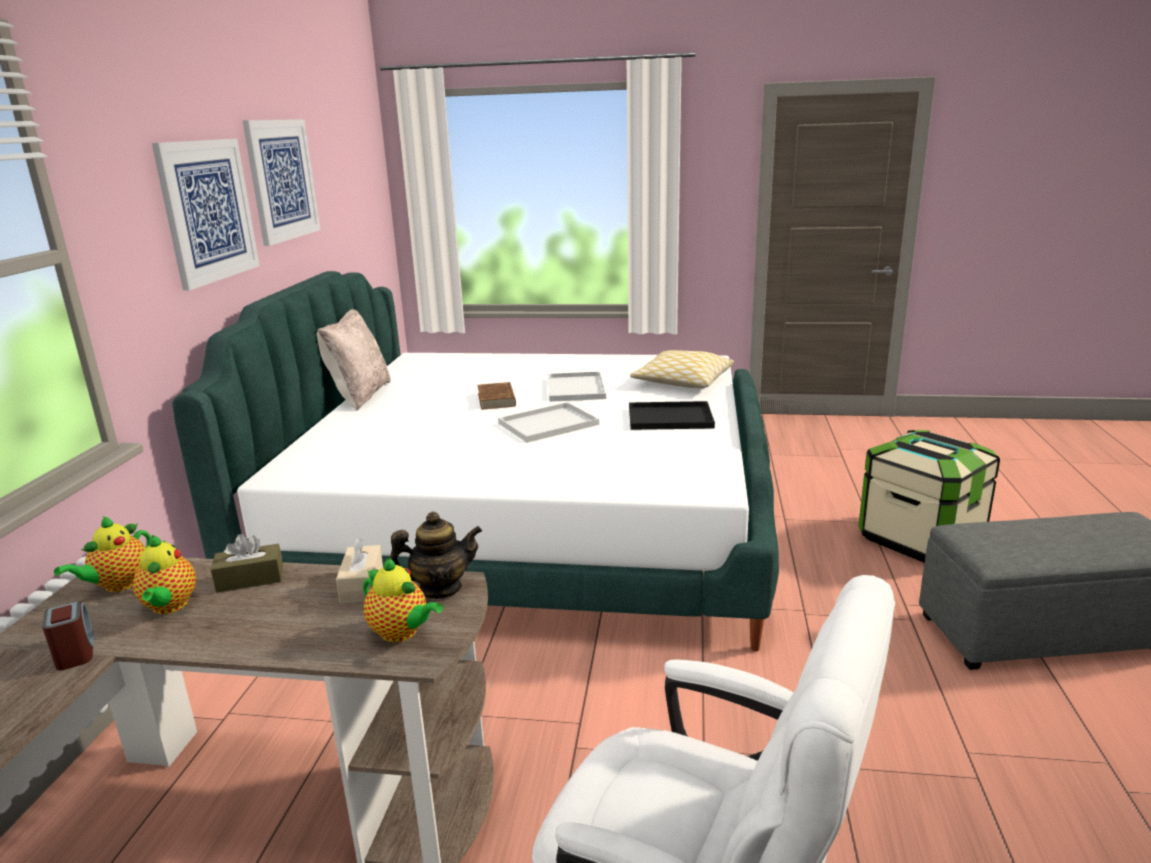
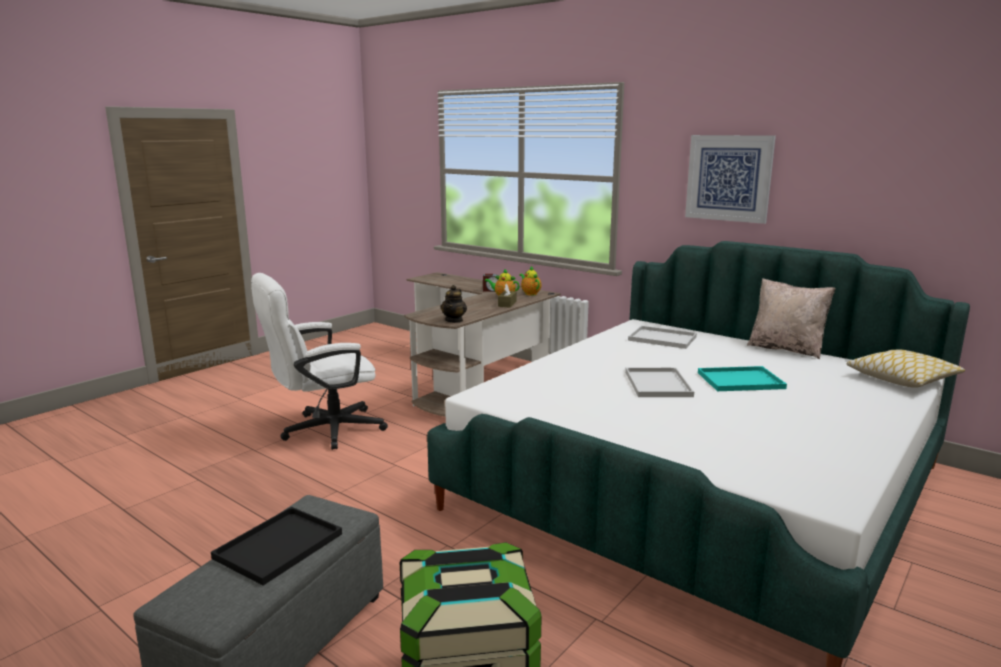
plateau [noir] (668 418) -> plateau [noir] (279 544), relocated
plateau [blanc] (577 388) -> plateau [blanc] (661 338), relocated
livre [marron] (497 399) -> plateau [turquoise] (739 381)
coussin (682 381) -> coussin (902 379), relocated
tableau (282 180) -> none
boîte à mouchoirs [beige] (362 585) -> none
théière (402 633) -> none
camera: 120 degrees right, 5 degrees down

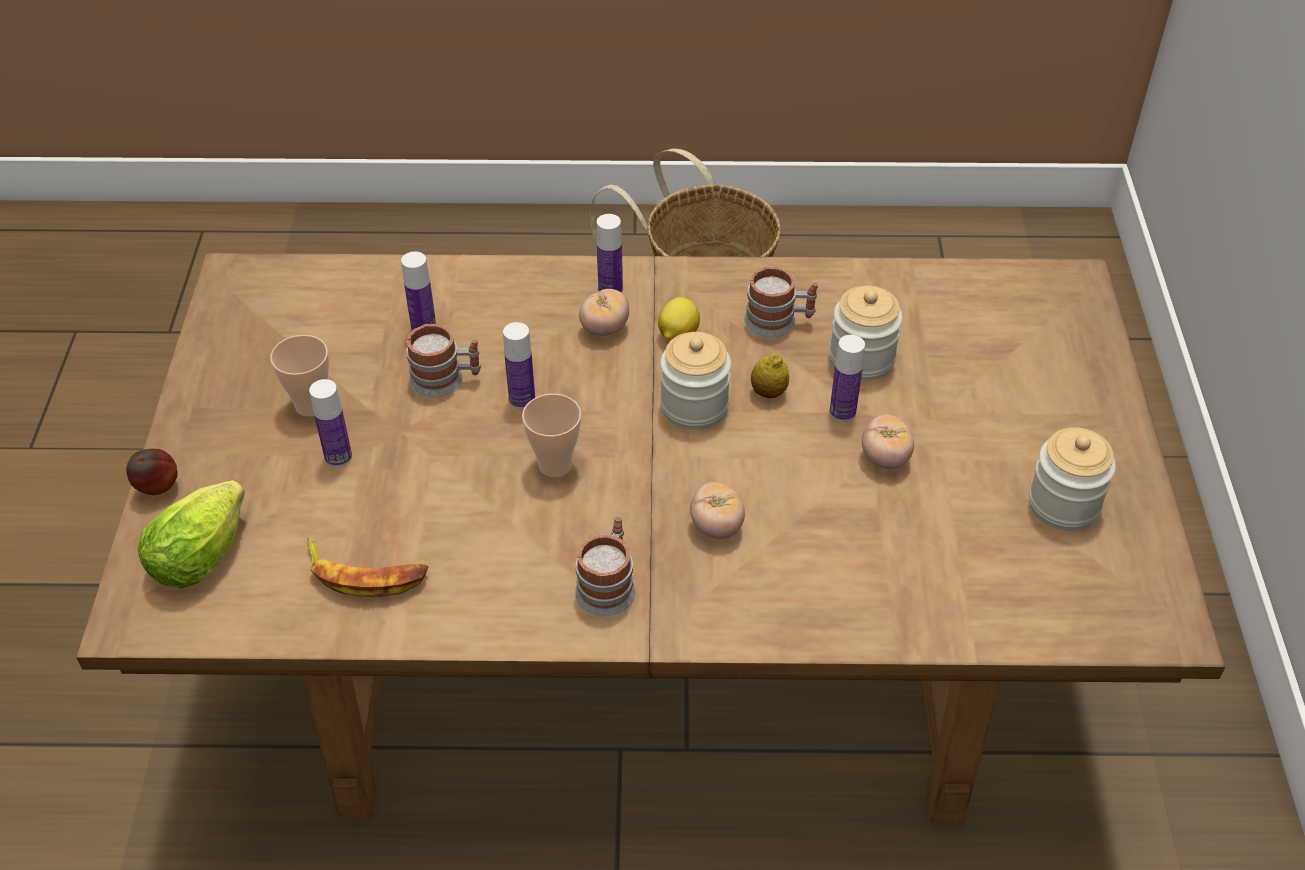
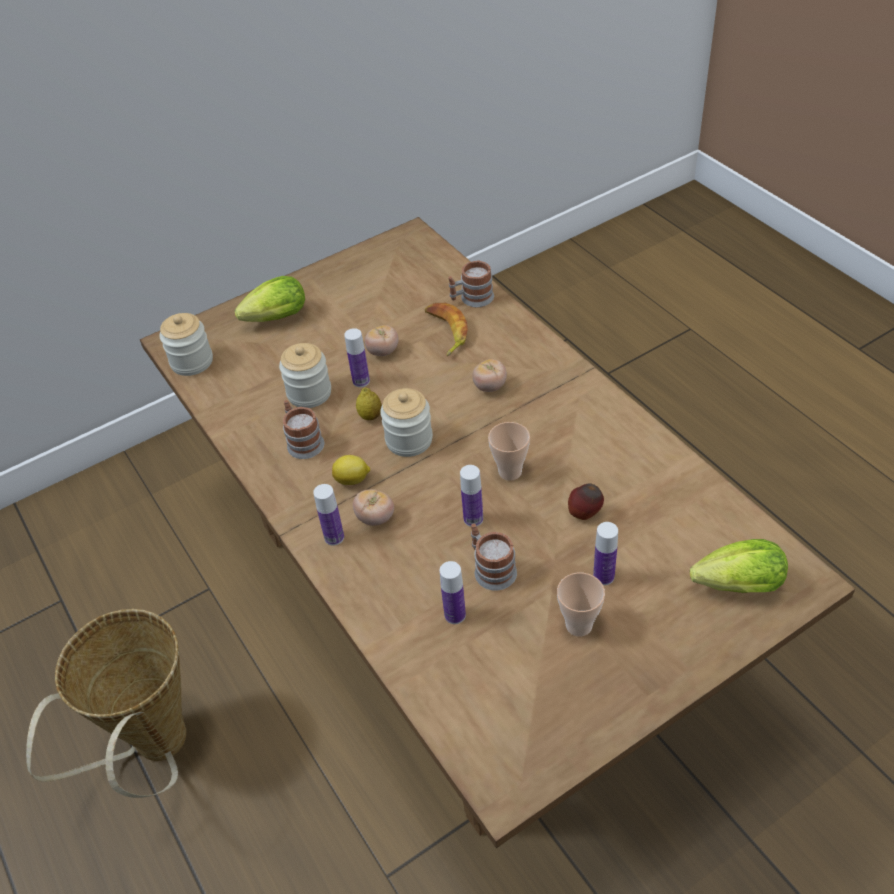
bocal (1063 504) -> bocal (192 362), relocated
none -> laitue (273 319)
banane (365 573) -> banane (445 332), relocated
mug (608 585) -> mug (471 299), relocated
pomme (158 489) -> pomme (585 514), relocated
camera: 120 degrees left, 0 degrees up

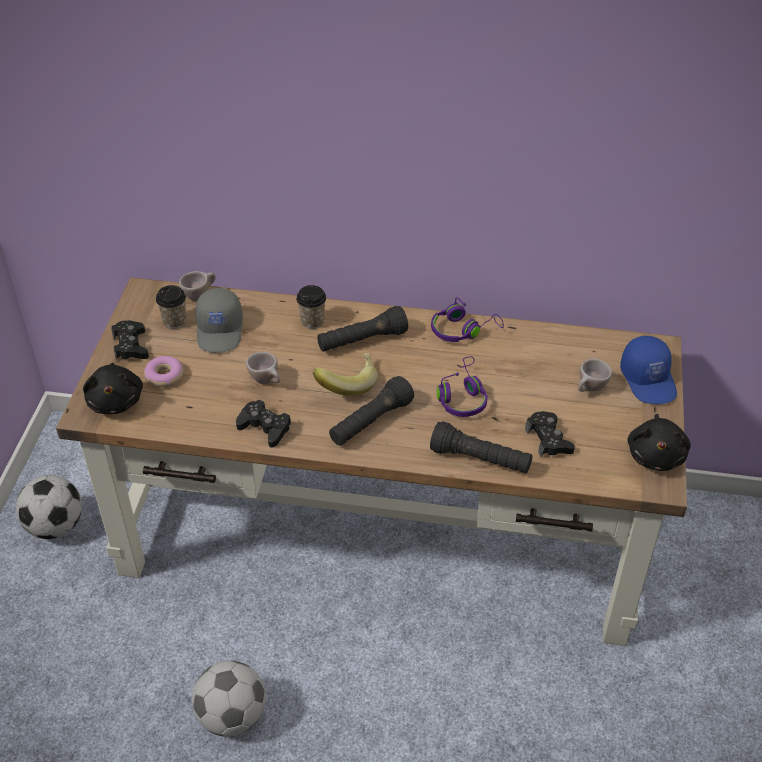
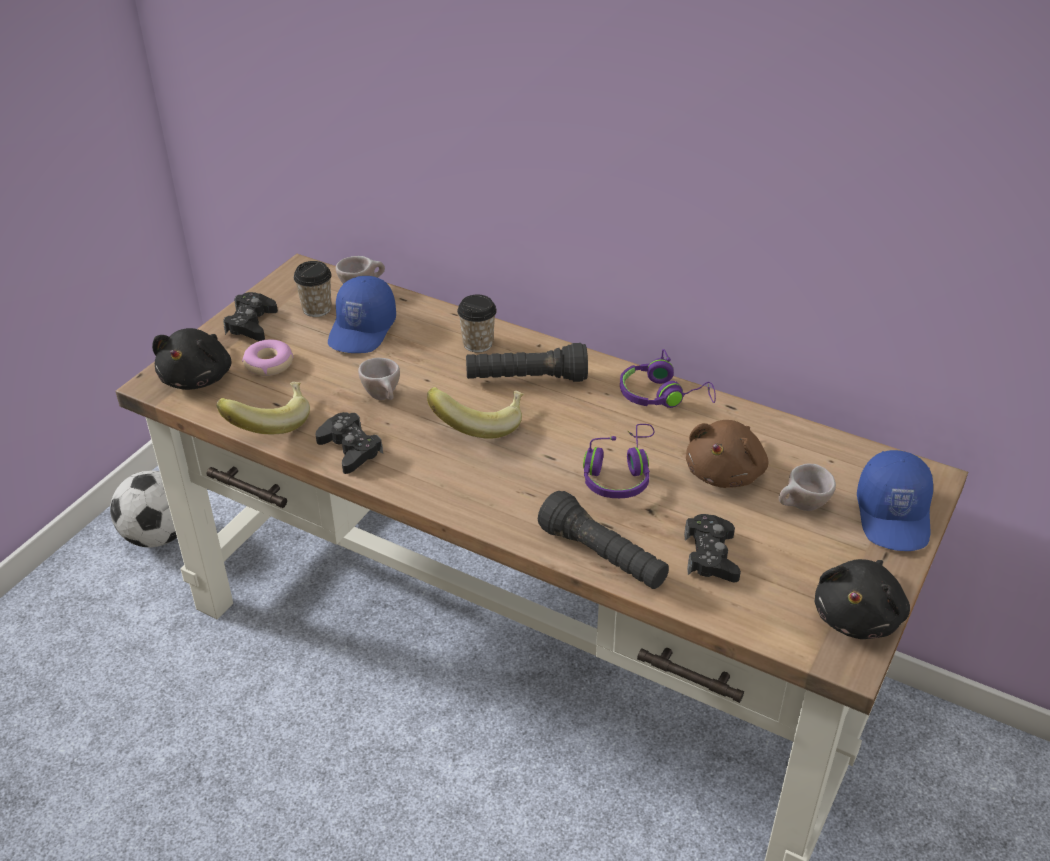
none -> banane (269 422)
casquette [gris] (220 330) -> casquette [bleu] (363 330)
none -> peluche [marron] (726 472)
ballon de foot (232 716) -> none
lampe de poche [noir] (370 422) -> none
camera: 20 degrees right, 5 degrees down

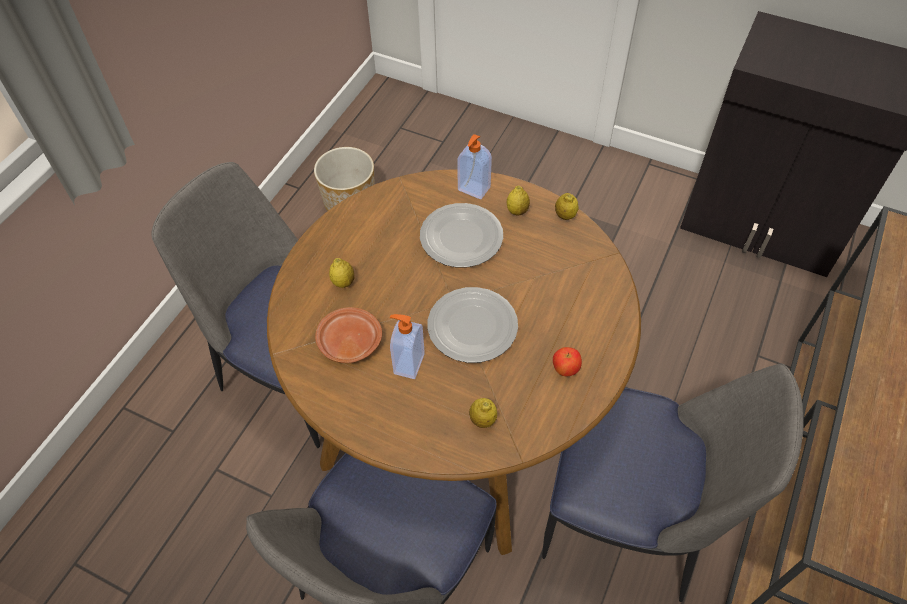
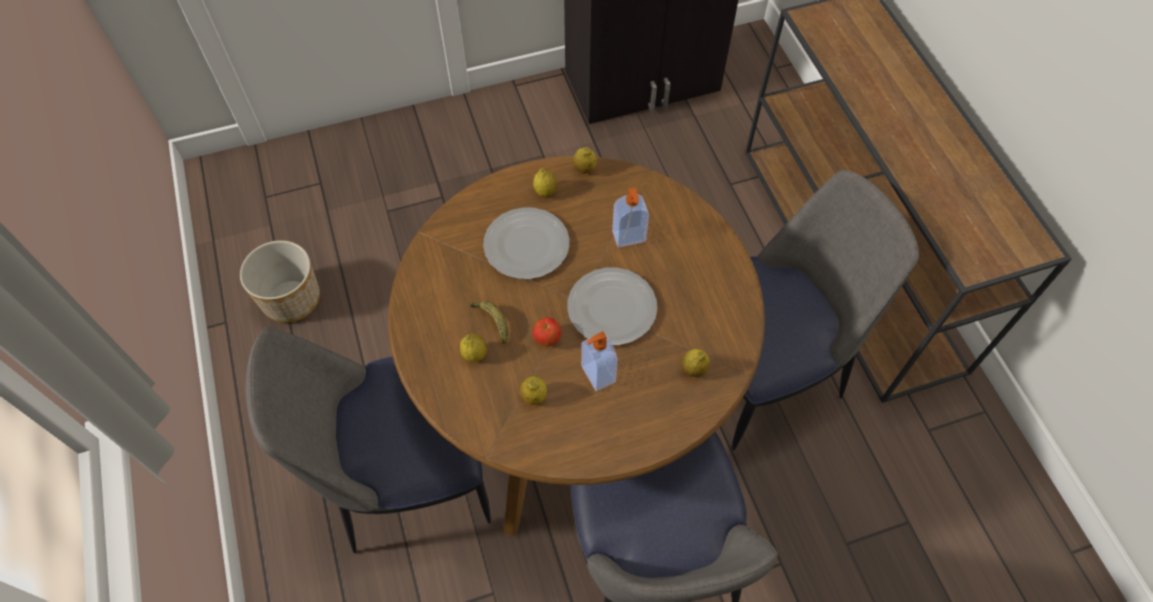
none -> banane (492 321)
assiette [marron] (349 341) -> citron (534 396)
pomme (565 369) -> pomme (547 339), relocated
distributeur de savon (473 189) -> distributeur de savon (629 237), relocated
camera: 45 degrees left, 5 degrees up

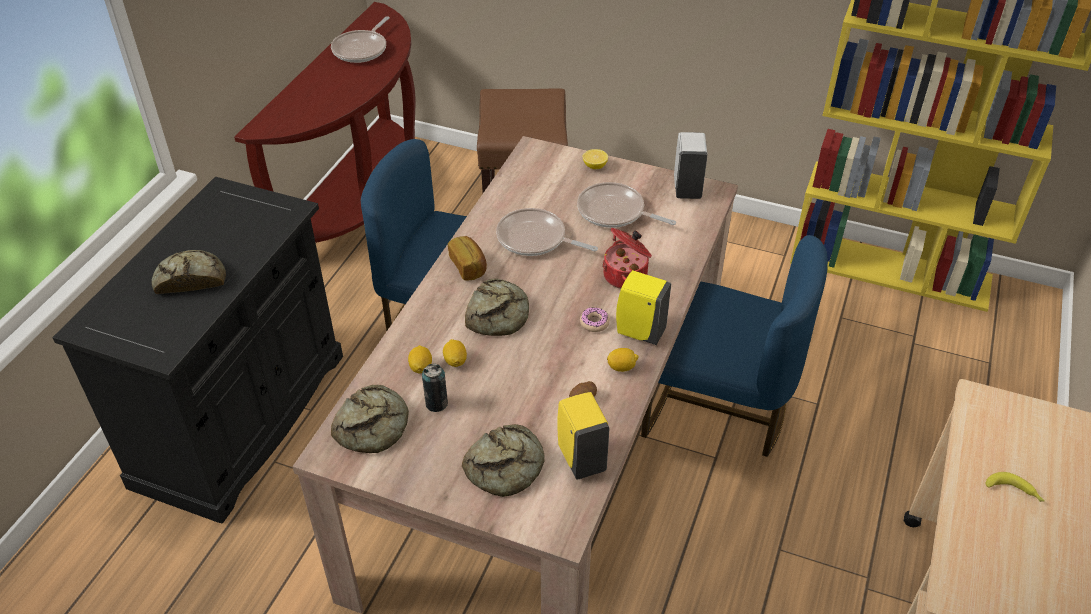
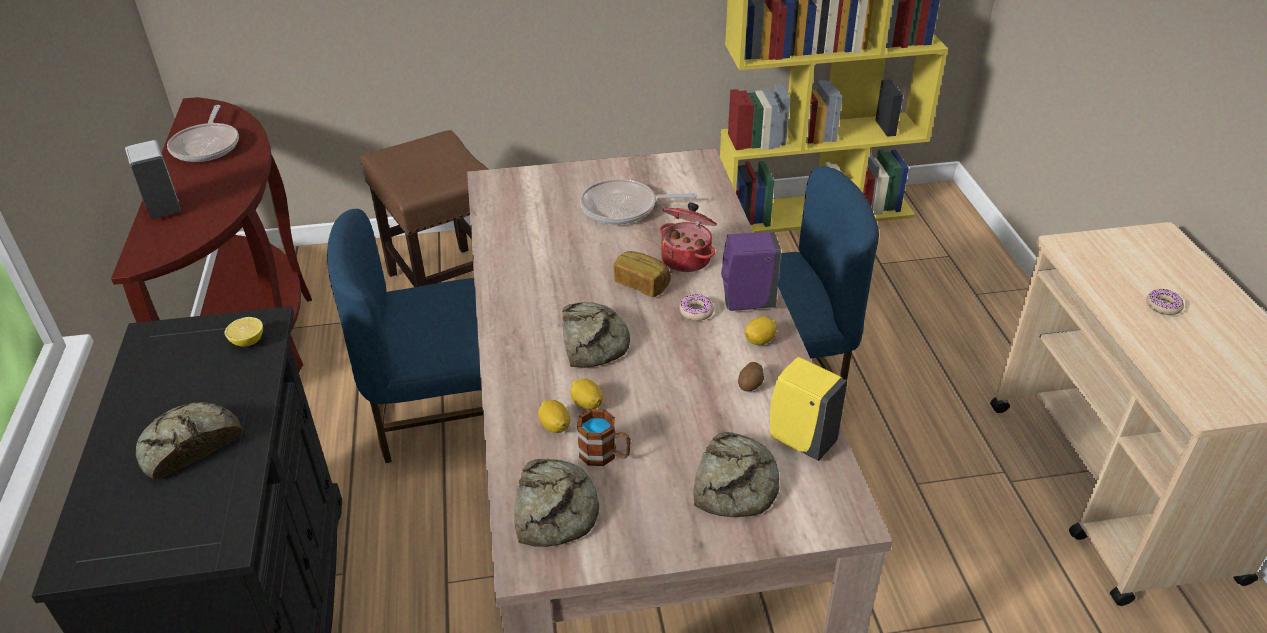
distributeur de savon [blanc] (687 188) -> distributeur de savon [blanc] (163 207), relocated
citron (595 166) -> citron (248 341), relocated
boîte métallique (436 403) -> mug (605 455)
pain (469 266) -> pain (642 284), relocated
distributeur de savon [jaune] (638 332) -> distributeur de savon [violet] (745 303)
banane (1014 492) -> beignet (1163 306)
poêle (535 239) -> none
camera: 30 degrees left, 5 degrees down

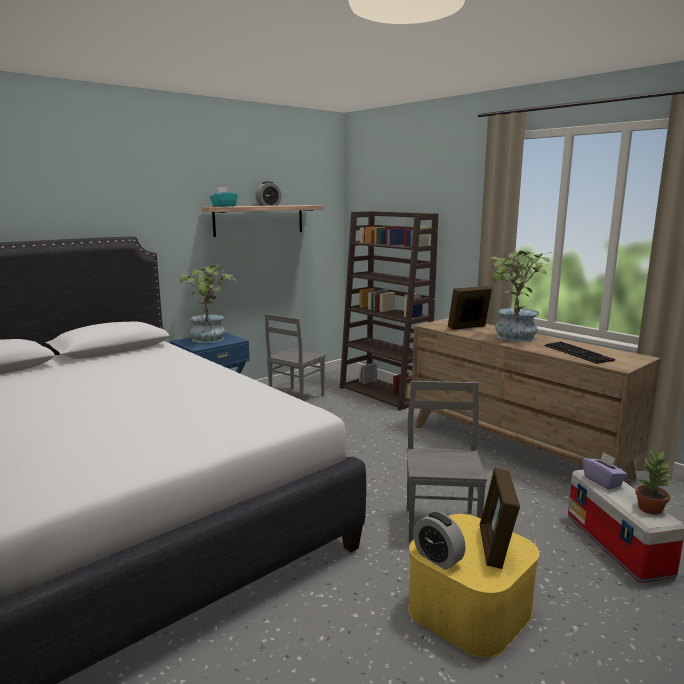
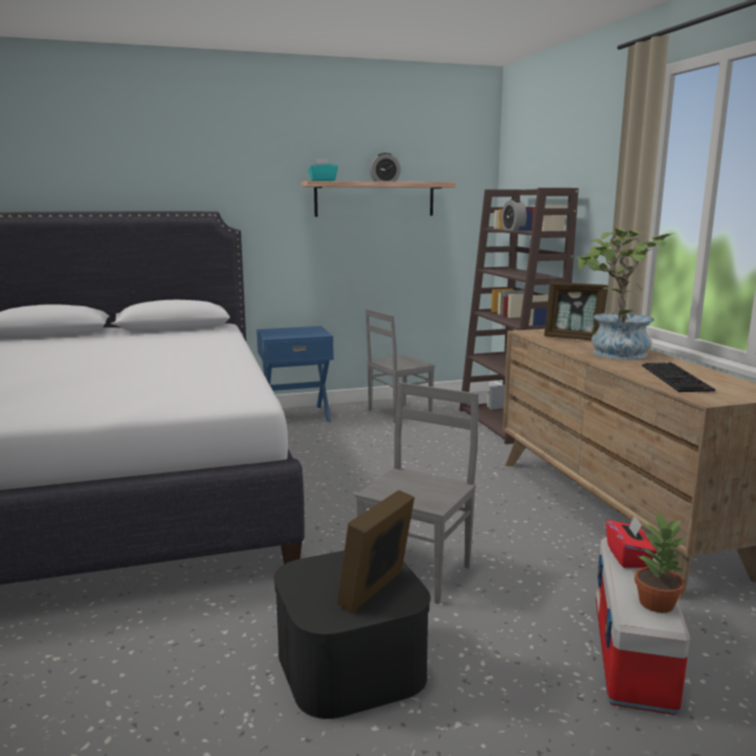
boîte de rangement [jaune] (469 609) -> boîte de rangement [noir] (350 664)
réveil (438 558) -> réveil (513 229), relocated
cadre photo (468 327) -> cadre photo (573 338), 150 degrees counterclockwise
boîte à mouchoirs [violet] (603 481) -> boîte à mouchoirs [rouge] (628 557)
plante en pot (210 340) -> none
camera: 25 degrees right, 0 degrees up

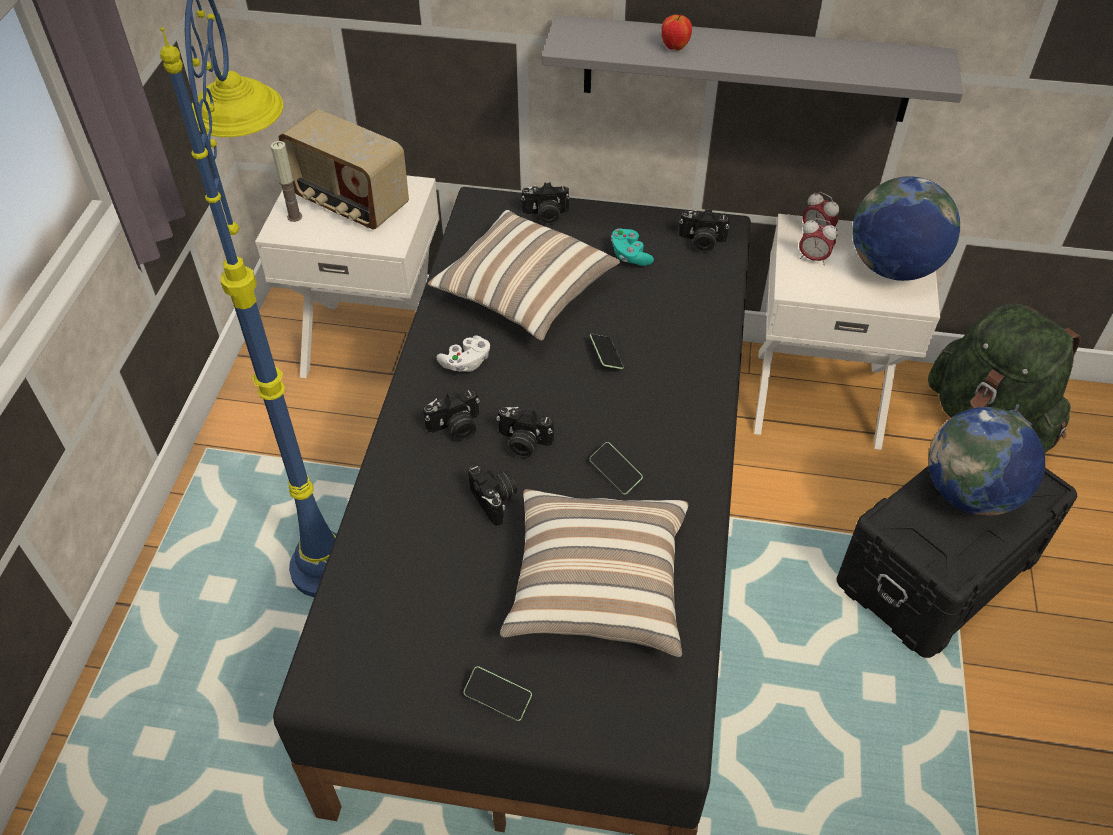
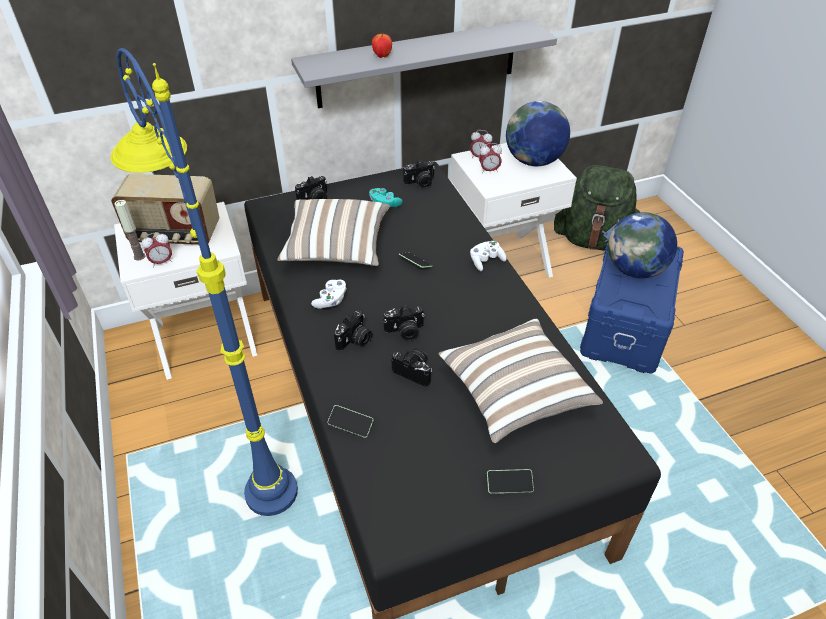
none -> réveil (162 262)
téléphone (615 473) -> téléphone (350 425), relocated
none -> manette [blanc] (486 261)
boîte de rangement [noir] (939 570) -> boîte de rangement [bleu] (626 325)
camera: 30 degrees left, 5 degrees down

